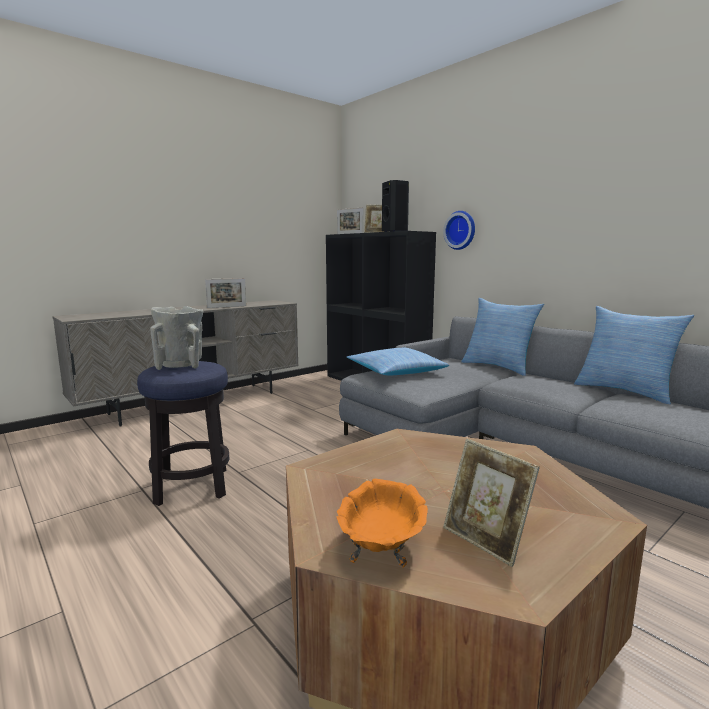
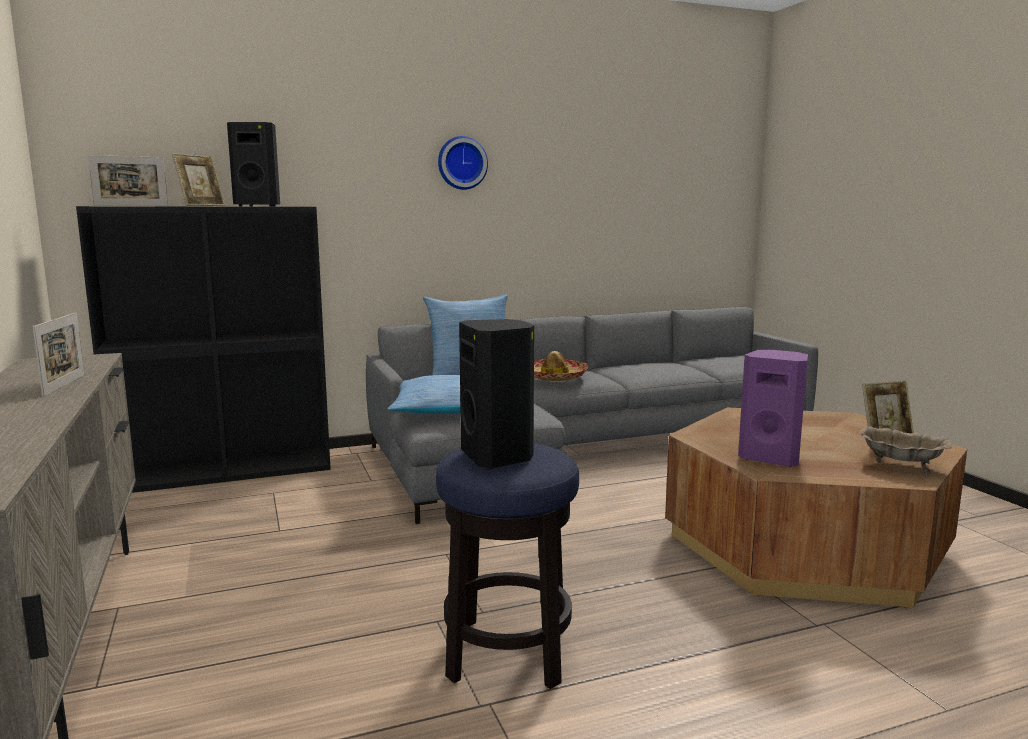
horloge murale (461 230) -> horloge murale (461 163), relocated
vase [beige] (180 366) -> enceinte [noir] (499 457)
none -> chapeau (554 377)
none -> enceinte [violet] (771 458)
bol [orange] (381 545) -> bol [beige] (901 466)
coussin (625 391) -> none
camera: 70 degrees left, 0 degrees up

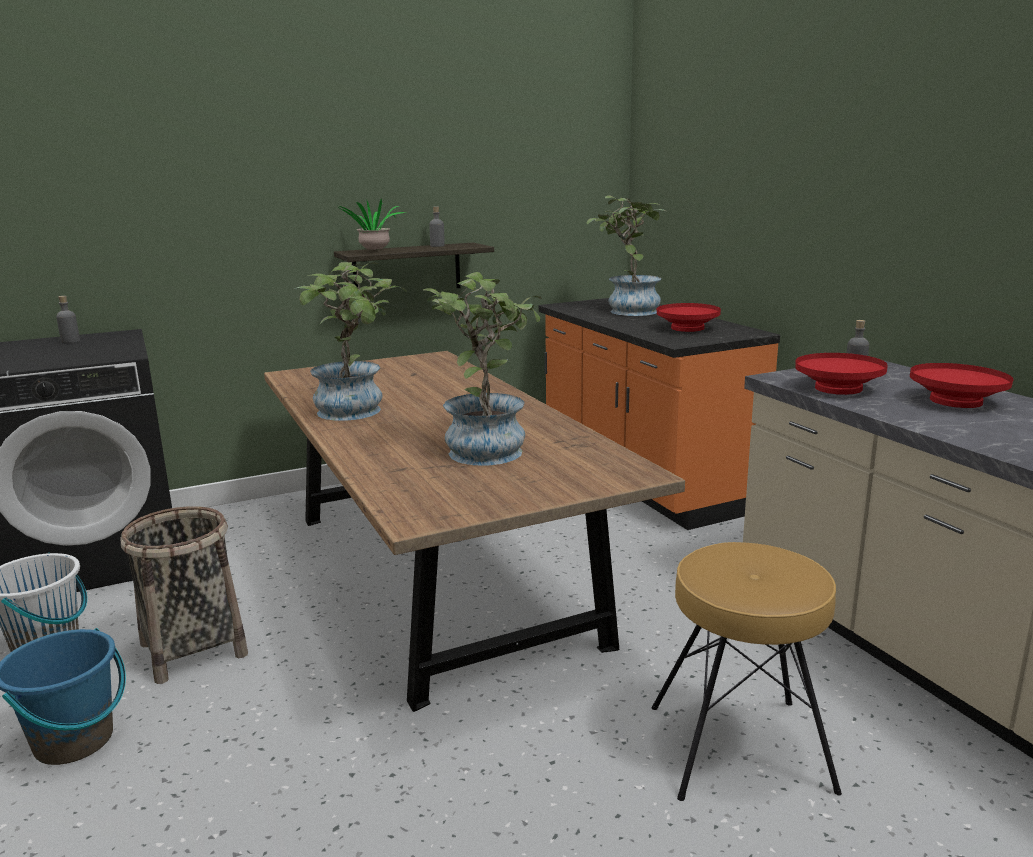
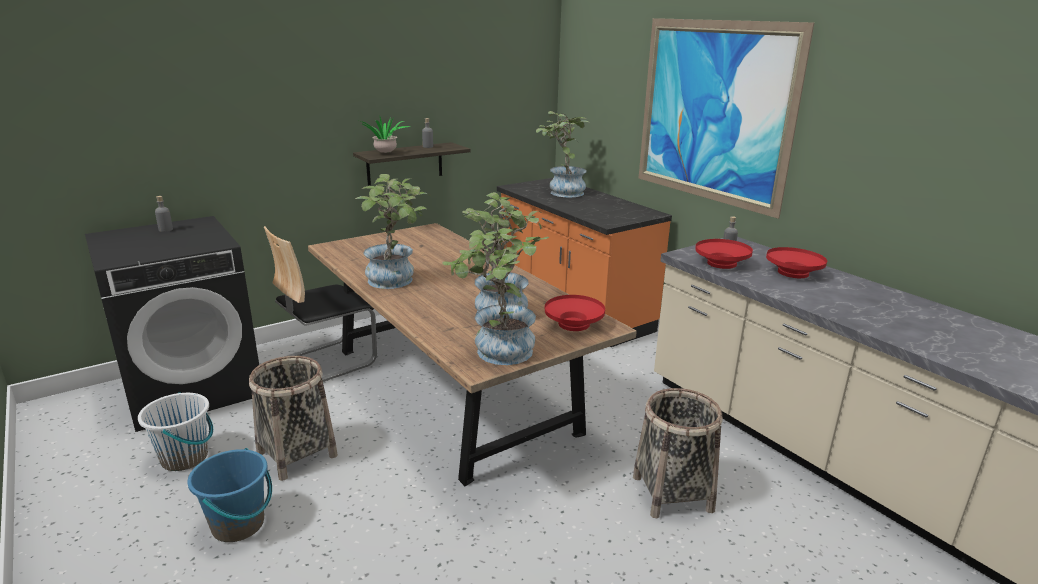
none -> chaise (326 361)
none -> plante en pot (497 354)
bol [rouge] (687 328) -> bol [rouge] (573 324), relocated
tabouret [marron] (740 748) -> panier (672 493)
none -> tableau (713 112)
camera: 10 degrees left, 5 degrees up

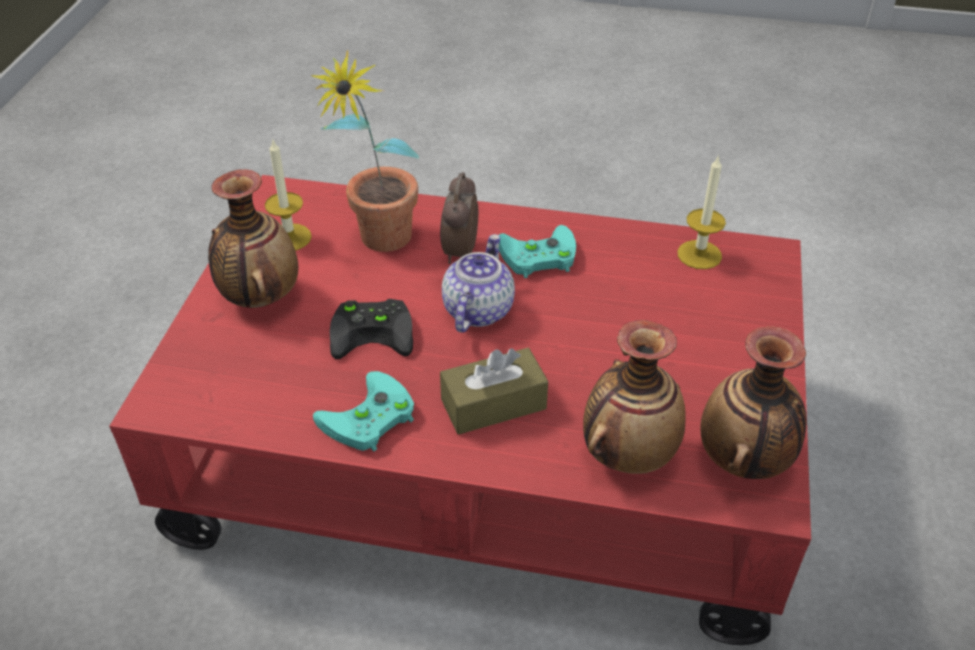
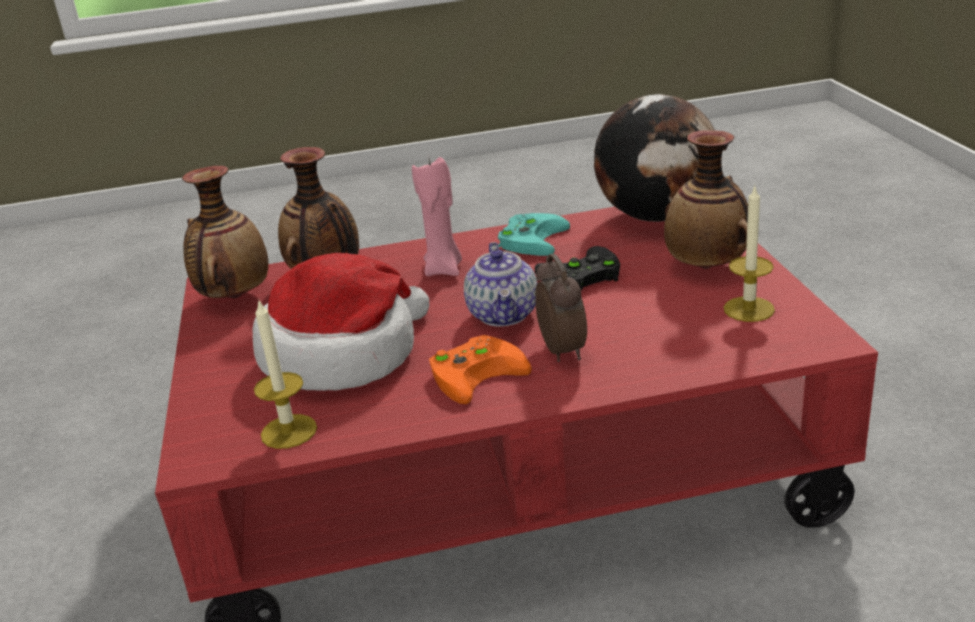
none -> chapeau (343 354)
boîte à mouchoirs [marron] (493 404) -> bougie [rose] (444 269)
manette [turquoise] (536 257) -> manette [orange] (477 371)
none -> globe (657 216)
plante en pot (378 245) -> none
camera: 160 degrees right, 15 degrees down

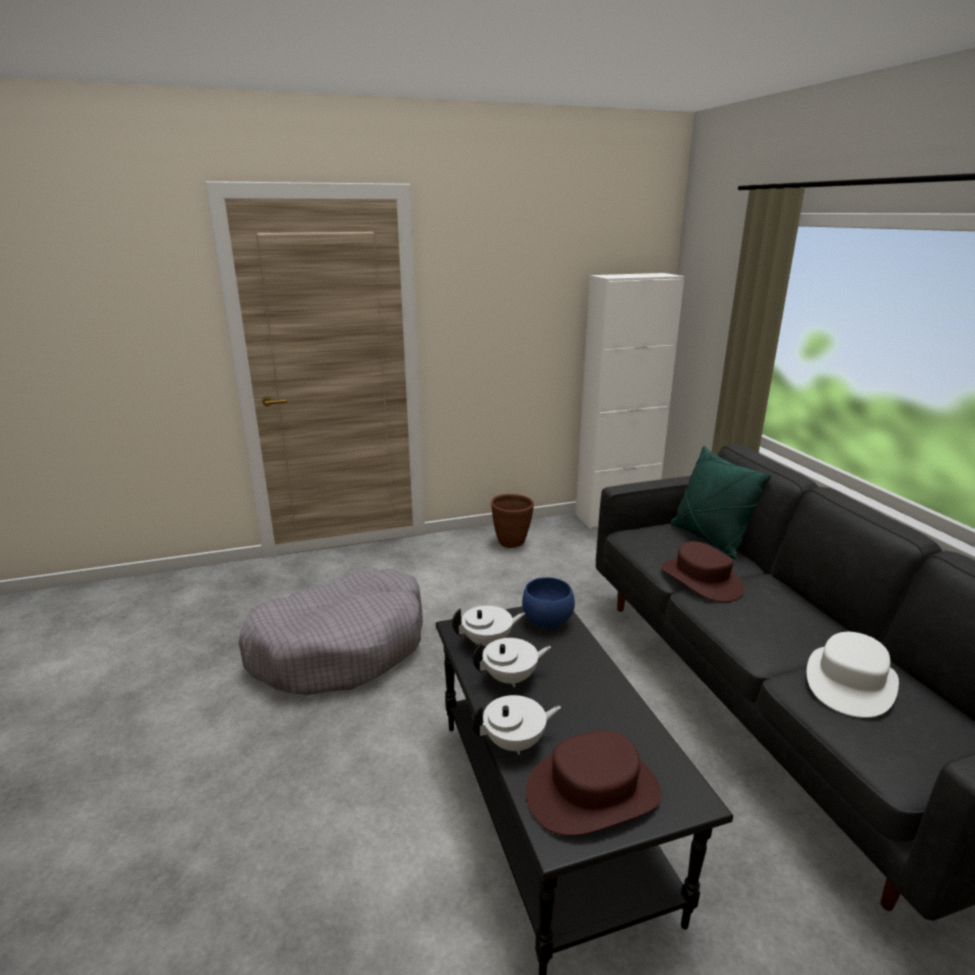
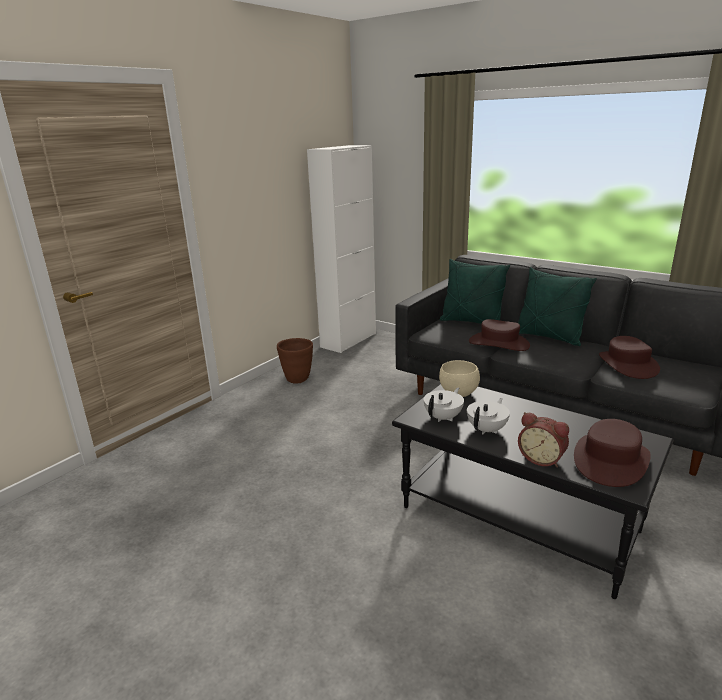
bol [bleu] (546 622) -> bol [beige] (458 393)
none -> coussin [vert] (549 337)
théière [blanc] (515 742) -> réveil (541 458)
chapeau [blanc] (849 682) -> chapeau [marron] (627 364)
panier pour chien [gris] (341 647) -> none
camera: 35 degrees left, 0 degrees up

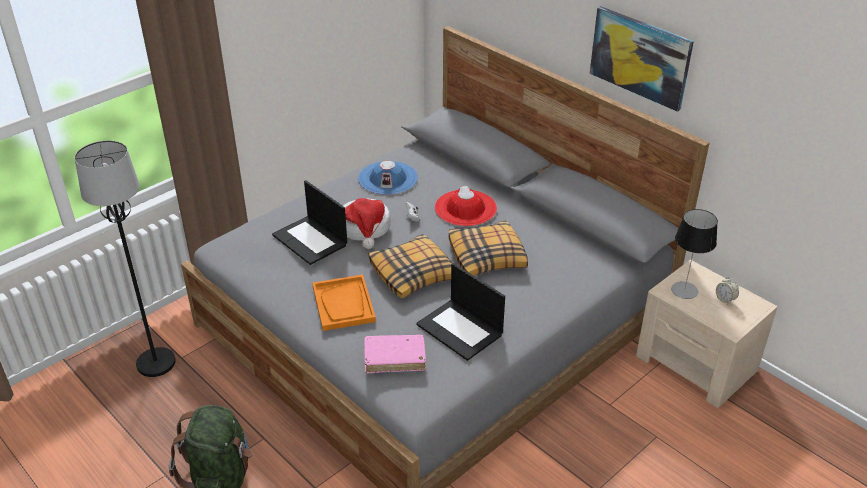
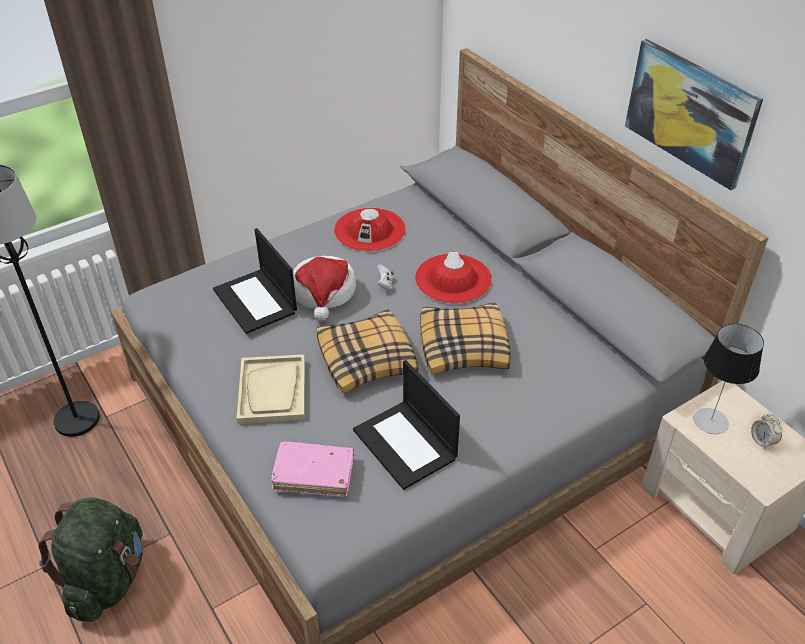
plateau [orange] (343 304) -> plateau [beige] (272 391)
chapeau [bleu] (388 178) -> chapeau [rouge] (370 230)
camera: 10 degrees right, 5 degrees up

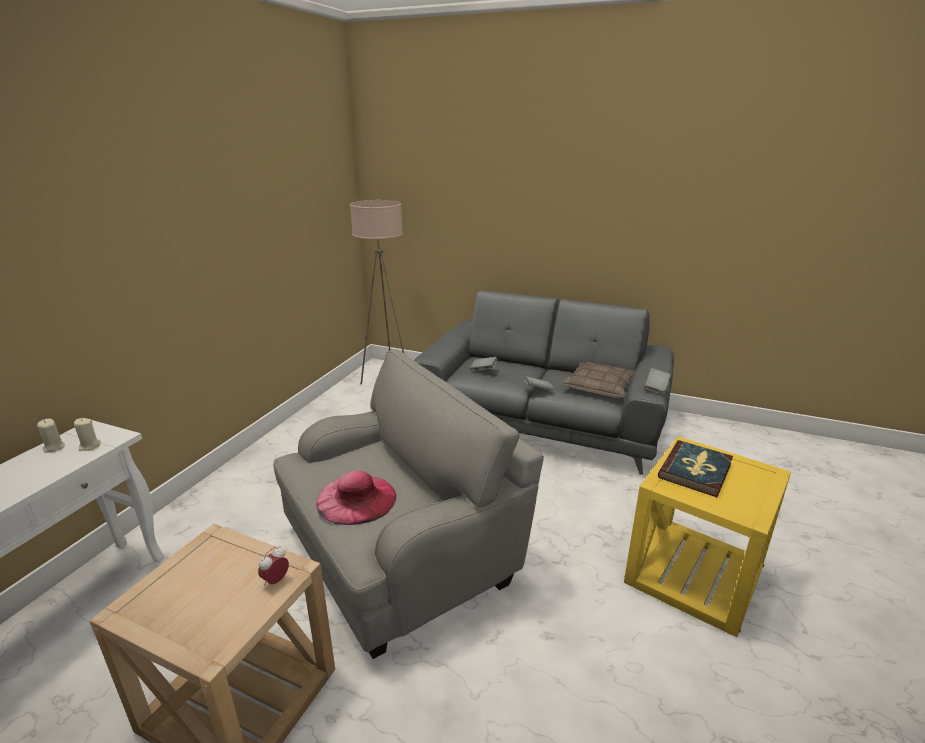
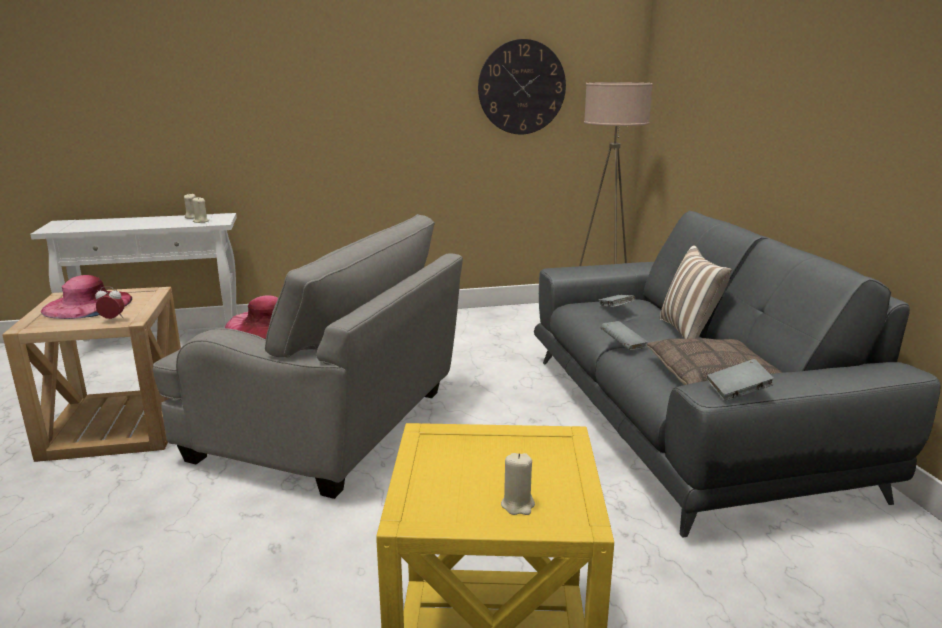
none -> chapeau [rose] (87 304)
none -> horloge murale (522 87)
none -> bougie [beige] (518 505)
none -> coussin (689 332)
livre (695 471) -> none
camera: 55 degrees right, 5 degrees down

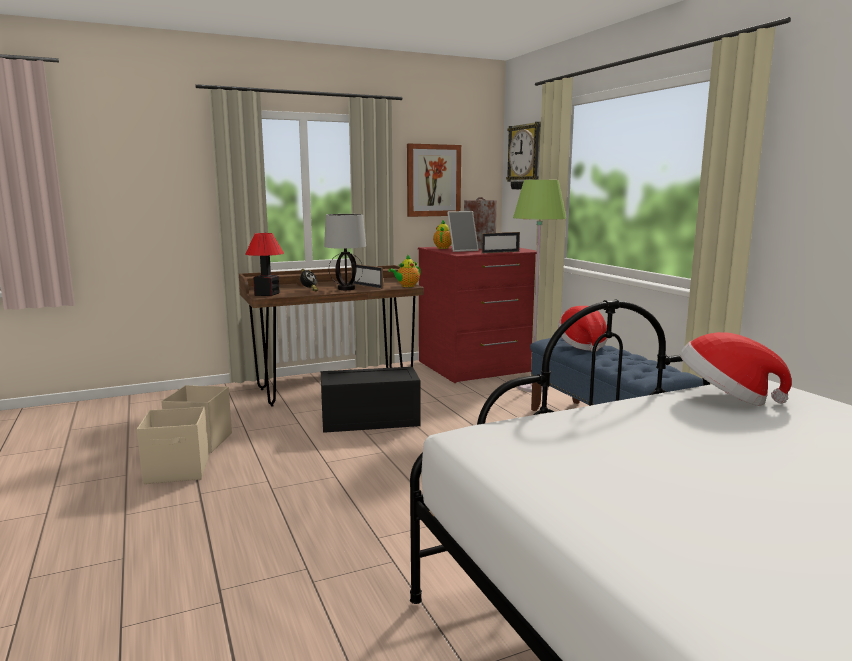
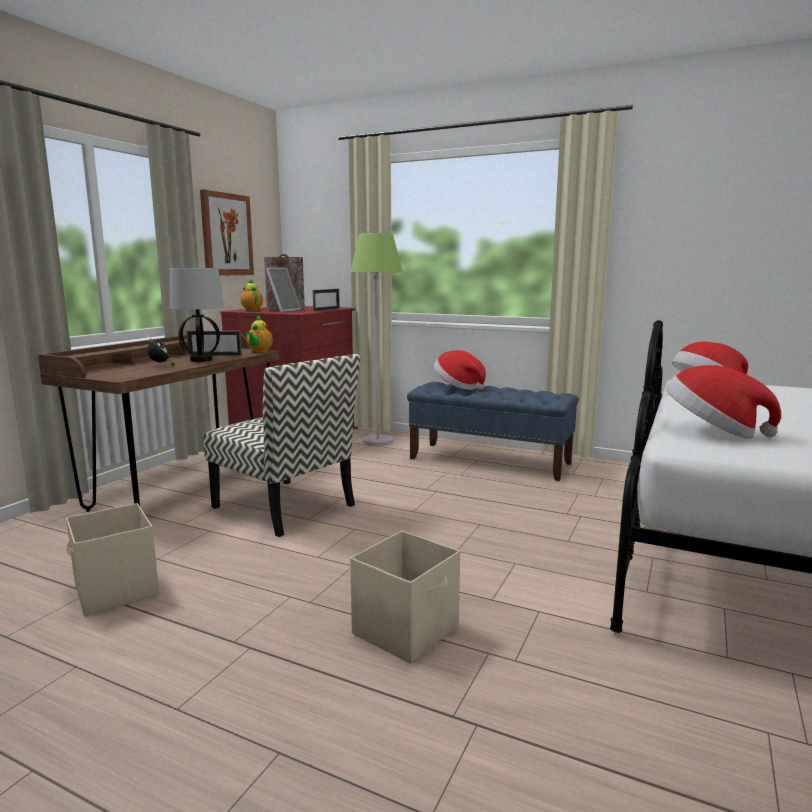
boîte de rangement [noir] (368 421) -> chaise (286 506)
boîte de rangement [beige] (178 471) -> boîte de rangement [beige] (407 630), relocated
none -> chapeau (712 432)
lampe de table (266 294) -> none
horloge murale (527 157) -> none
camera: 40 degrees left, 0 degrees up

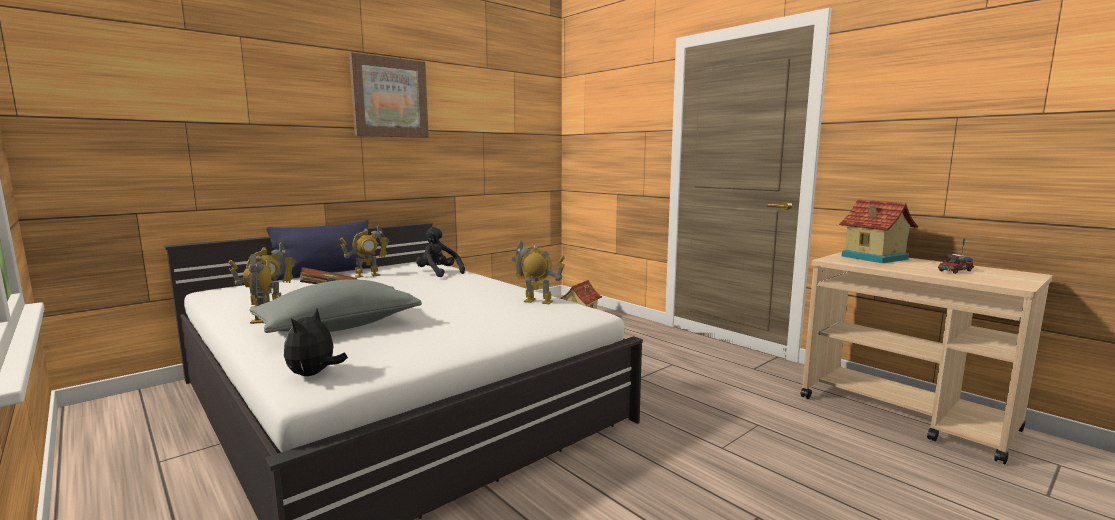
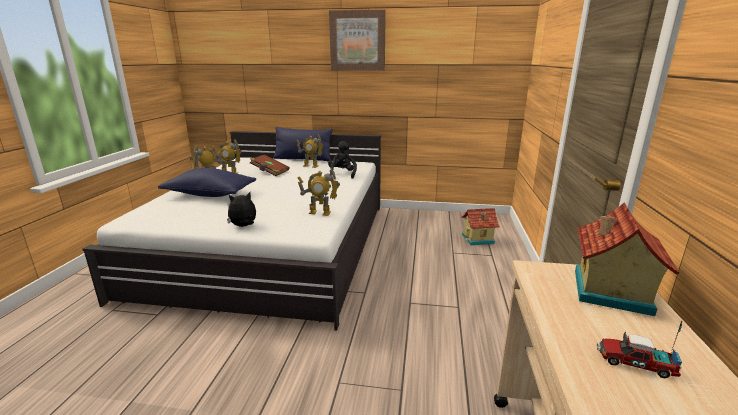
coussin [gris] (339 327) -> coussin [bleu] (210 194)
peluche (314 374) -> peluche (244 226), relocated
robot jouet (538 301) -> robot jouet (319 213), 120 degrees clockwise
camera: 50 degrees right, 10 degrees up

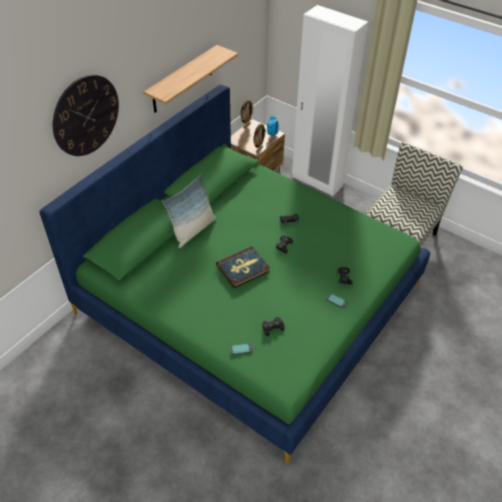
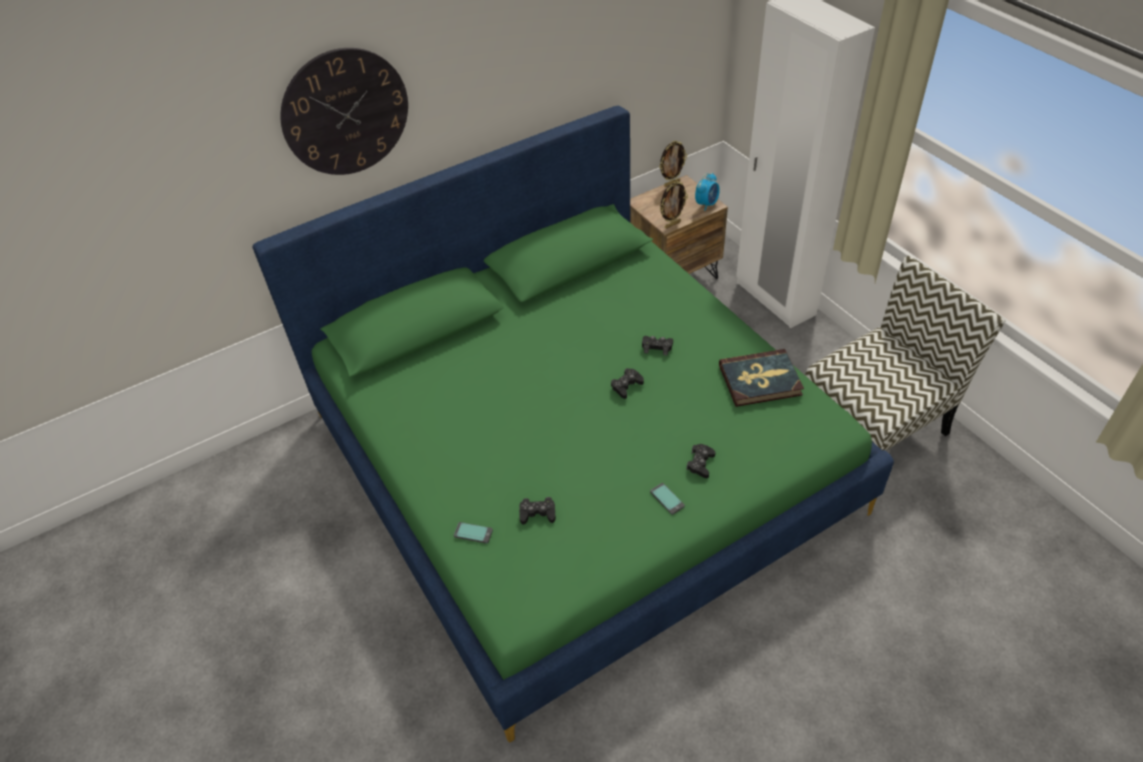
livre (243 268) -> livre (760 380), relocated
étagère (182 80) -> none
coussin (193 230) -> none
camera: 25 degrees right, 0 degrees up

